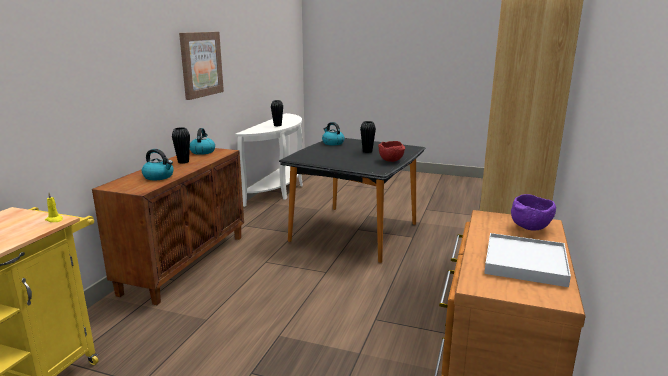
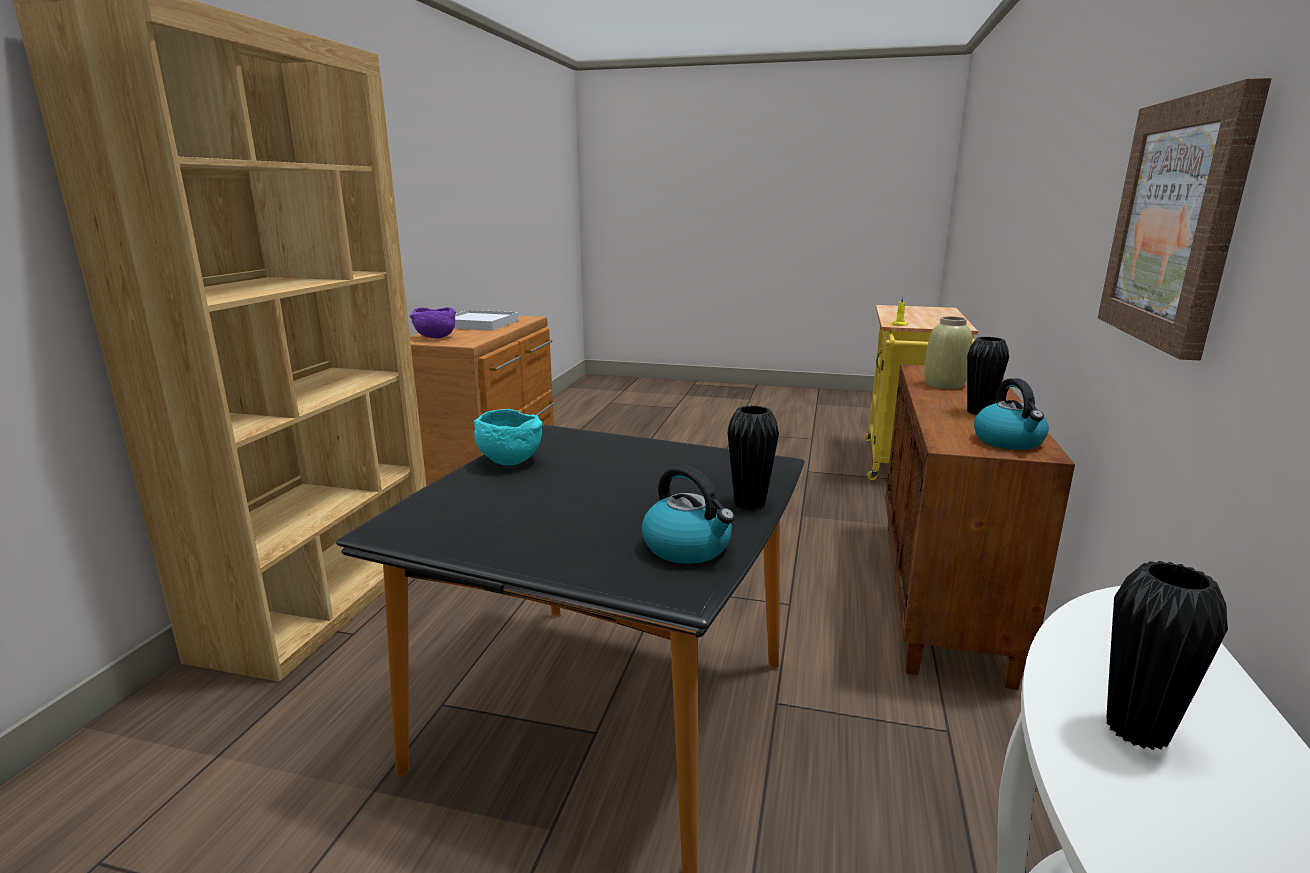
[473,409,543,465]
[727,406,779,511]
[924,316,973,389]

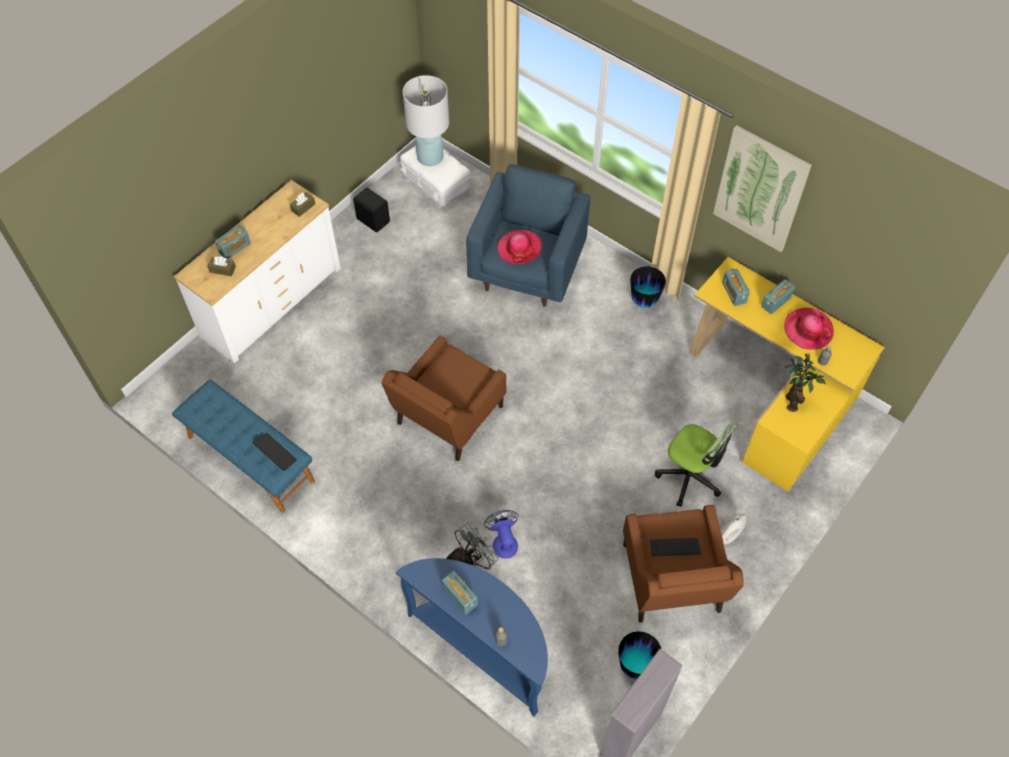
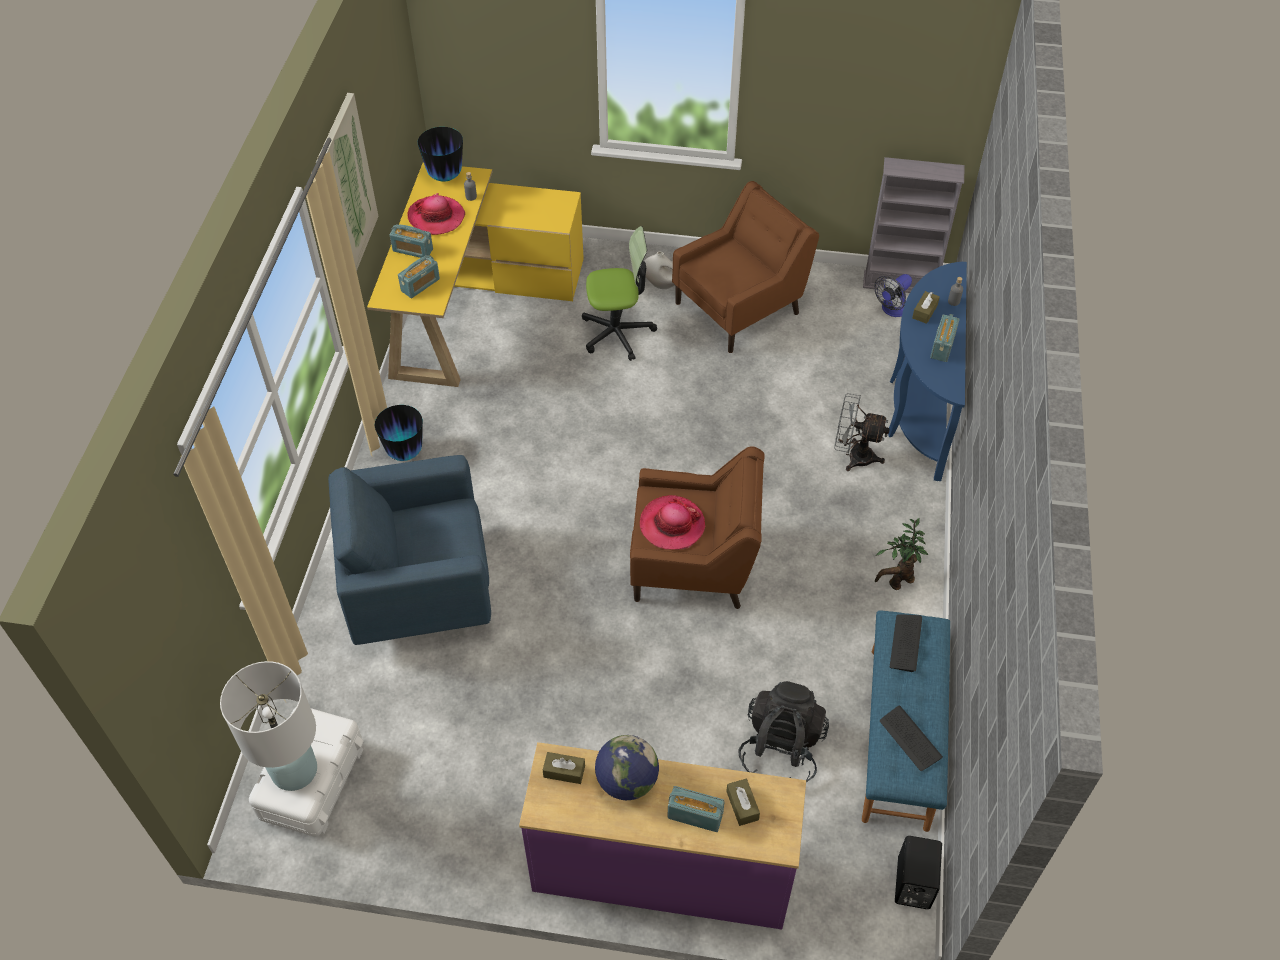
[418,127,463,182]
[519,742,806,930]
[582,226,657,361]
[595,735,659,800]
[640,495,706,550]
[738,681,829,782]
[874,274,912,317]
[875,518,928,590]
[880,706,943,771]
[895,836,942,909]
[912,291,940,324]

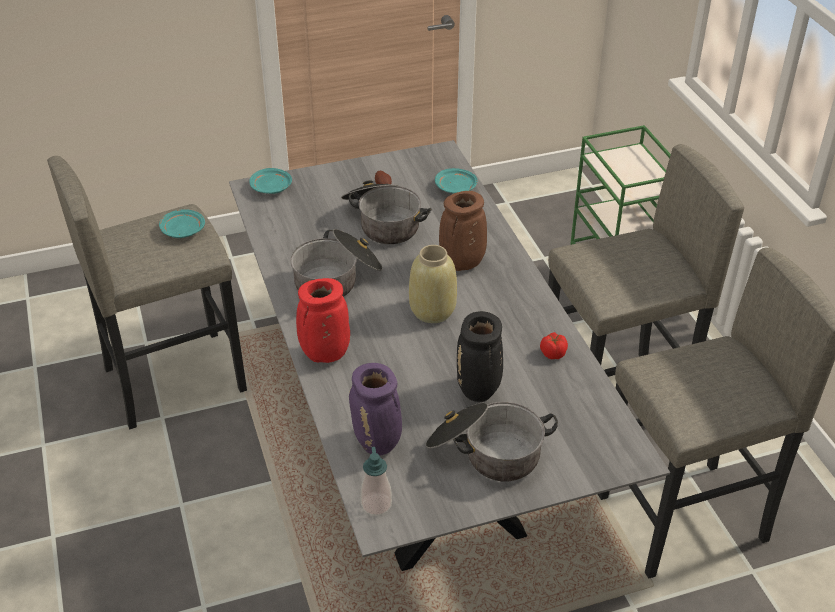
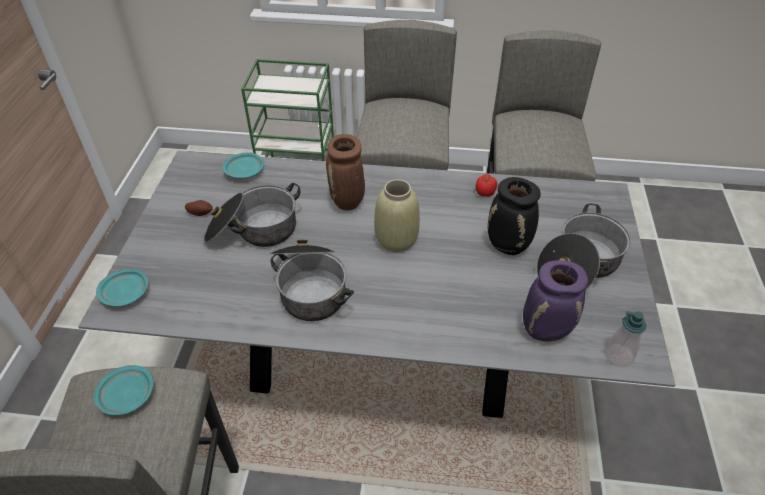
[296,278,350,363] (first image)

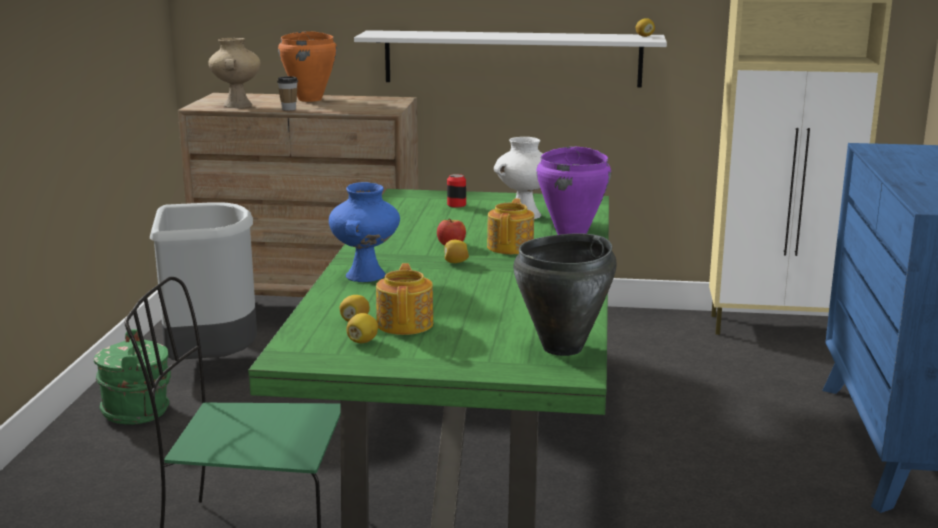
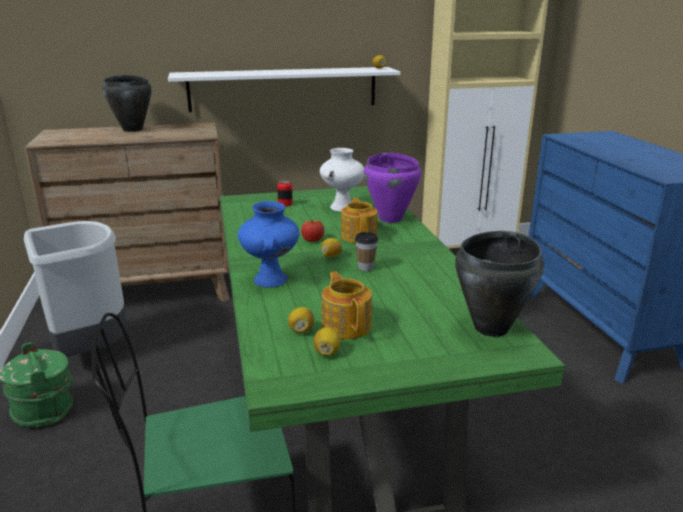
[102,75,152,132]
[355,232,378,271]
[208,38,260,108] (first image)

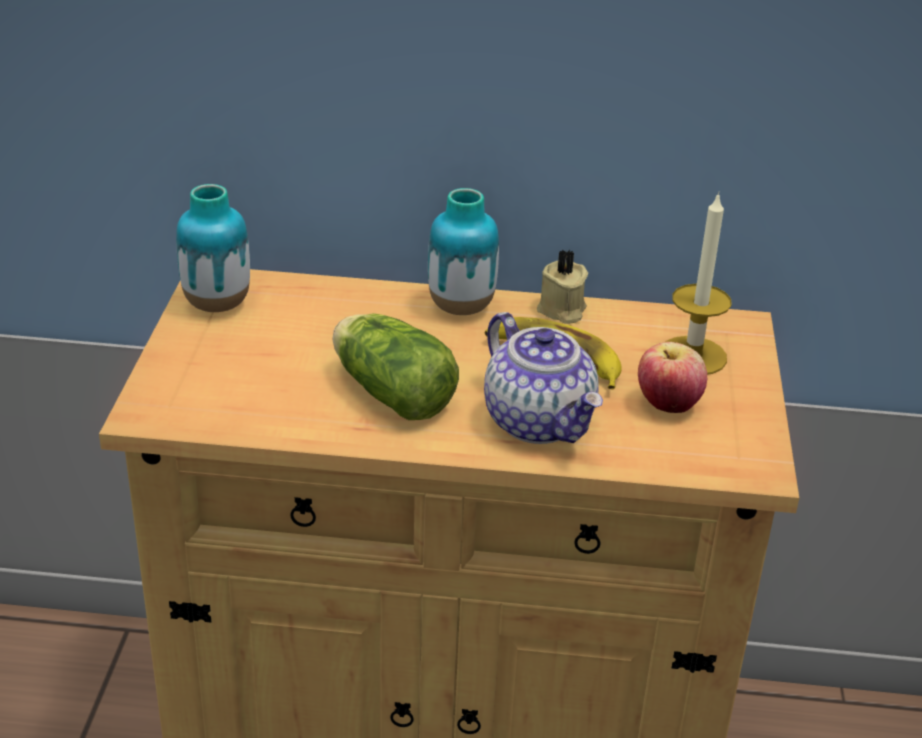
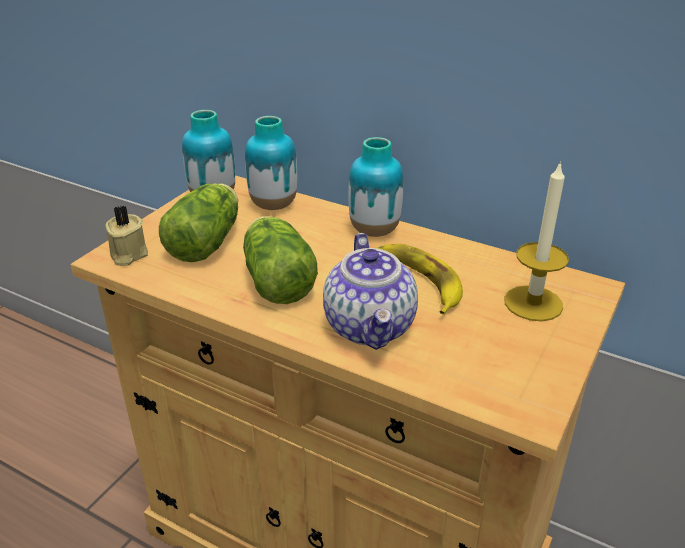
[105,205,148,266]
[159,183,238,262]
[245,116,297,210]
[638,342,707,413] (first image)

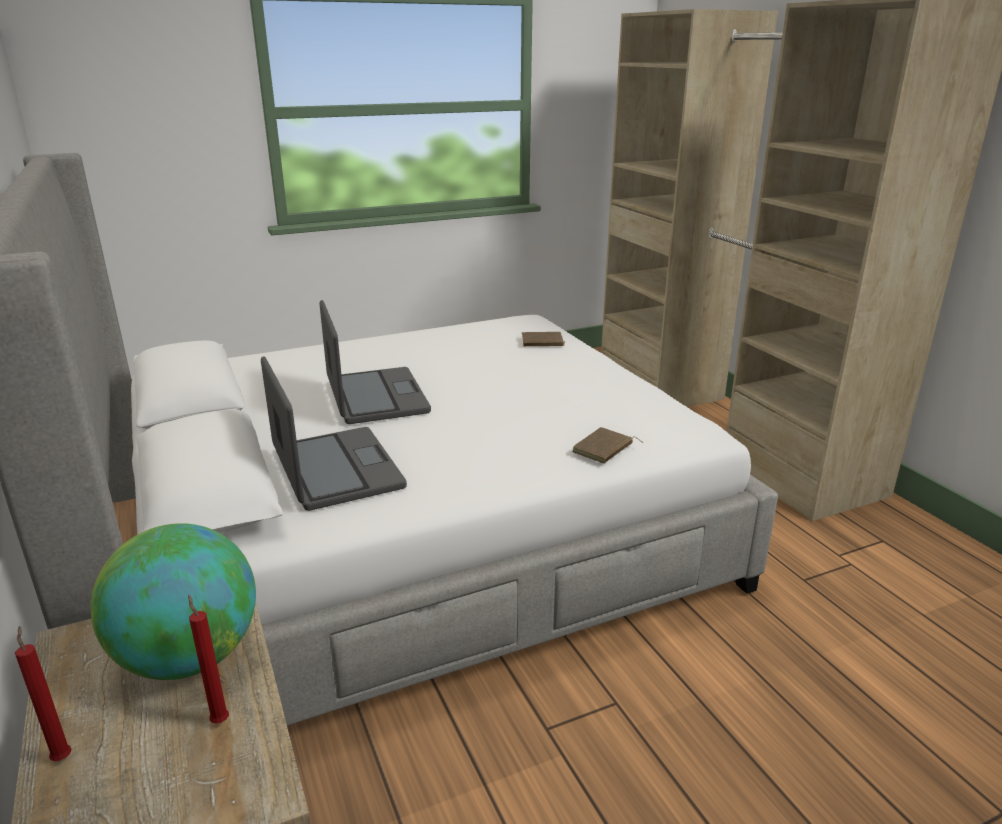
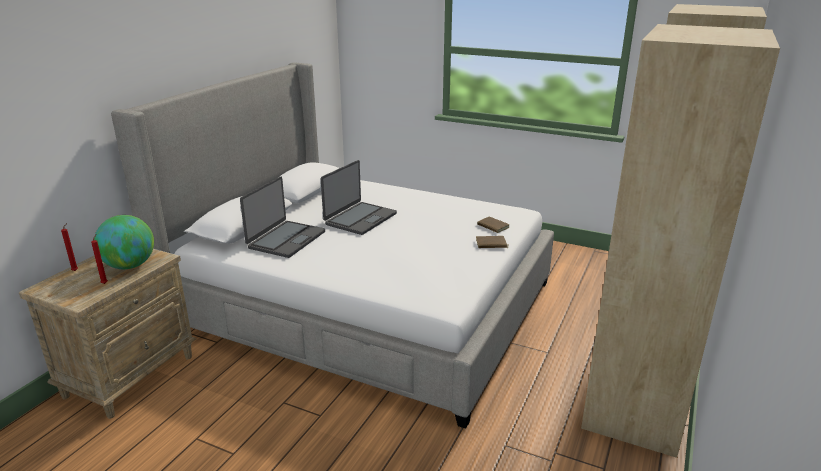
[476,236,507,248]

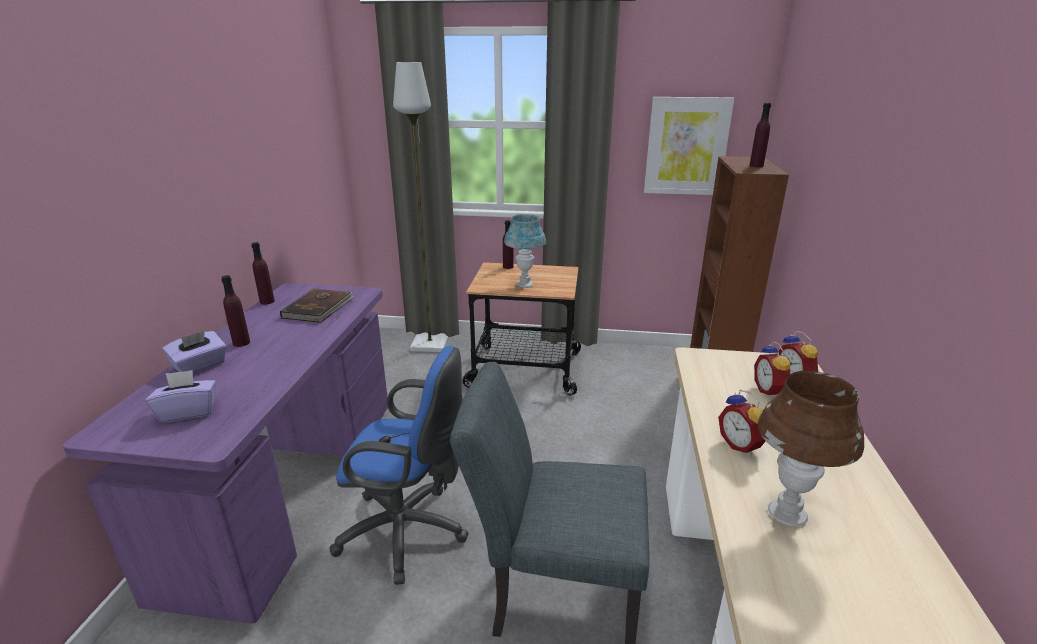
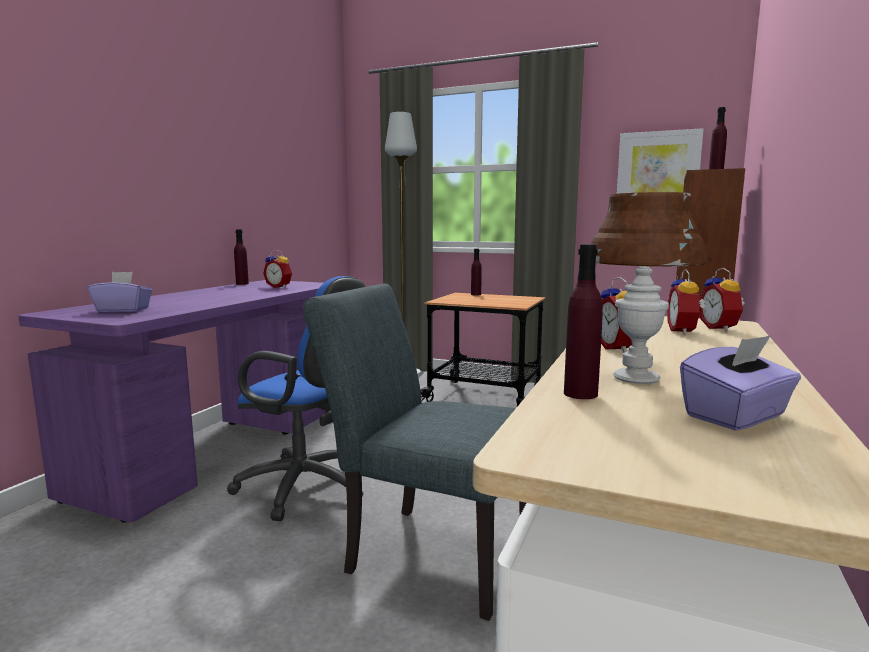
[263,249,292,288]
[564,244,603,399]
[680,335,801,431]
[504,214,546,288] (first image)

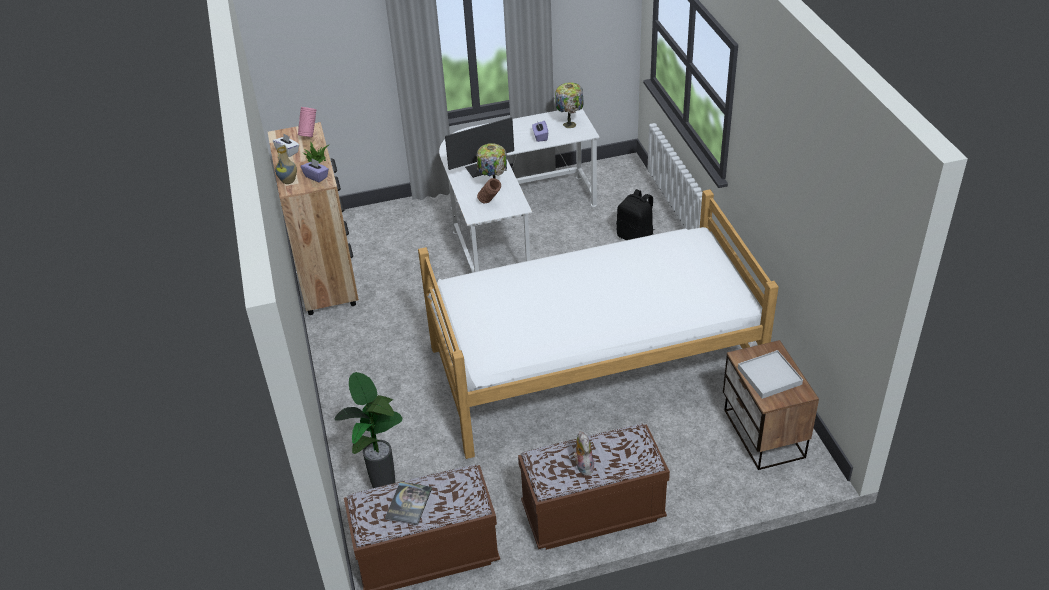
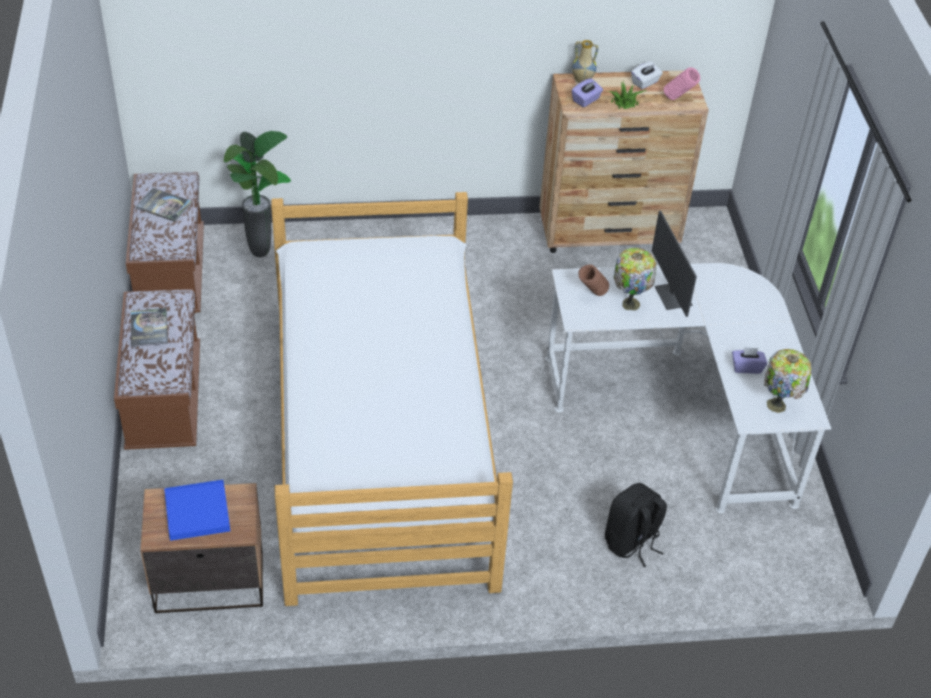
[131,308,168,347]
[164,480,230,541]

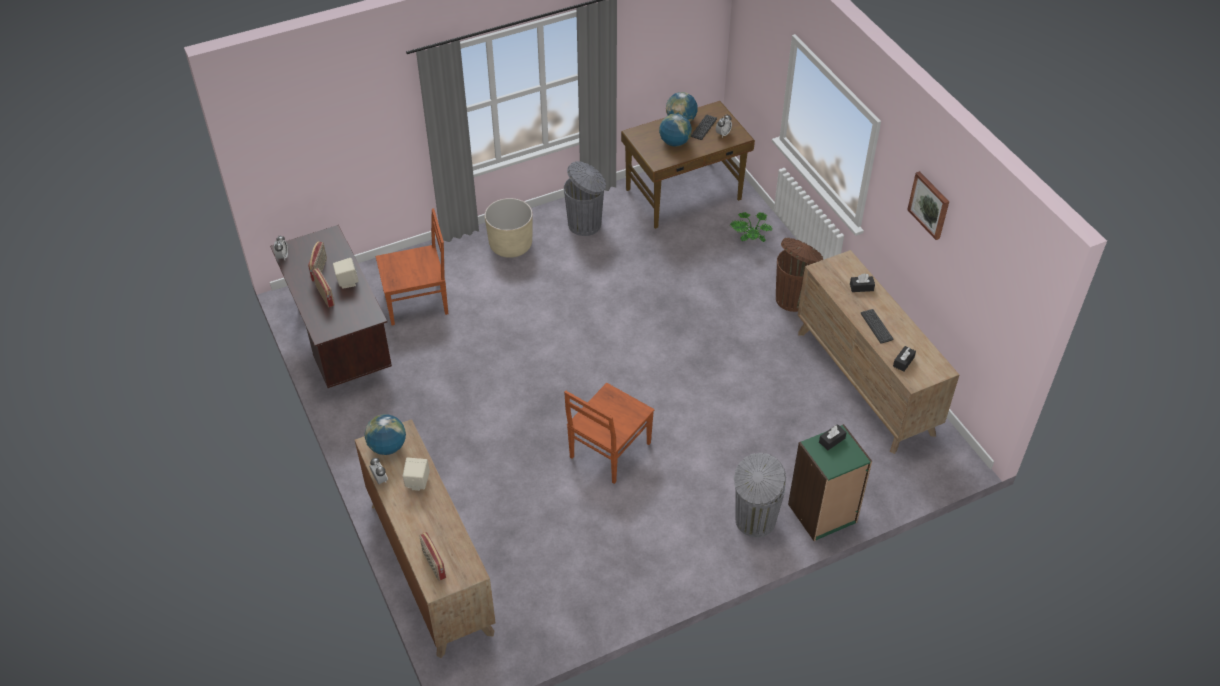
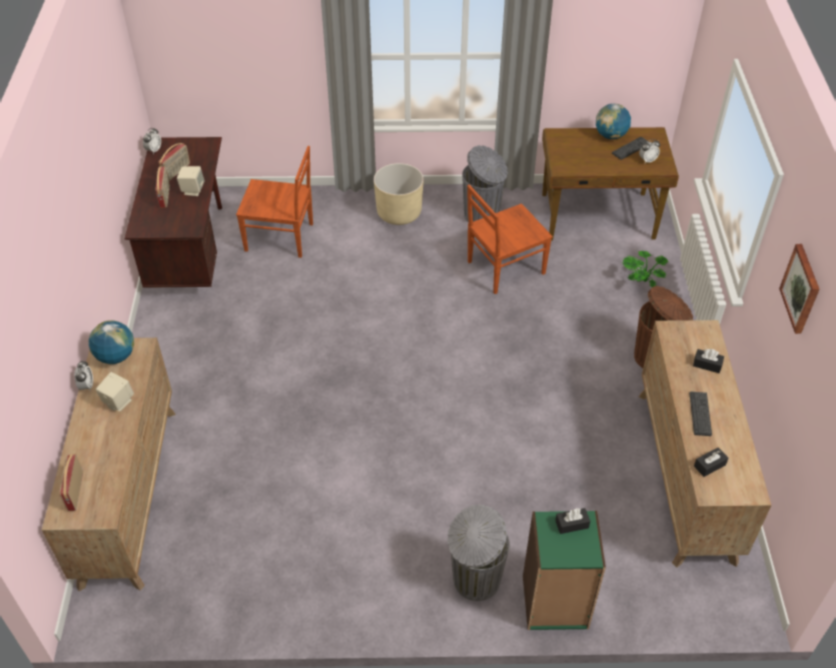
[467,185,553,294]
[659,114,692,147] (first image)

